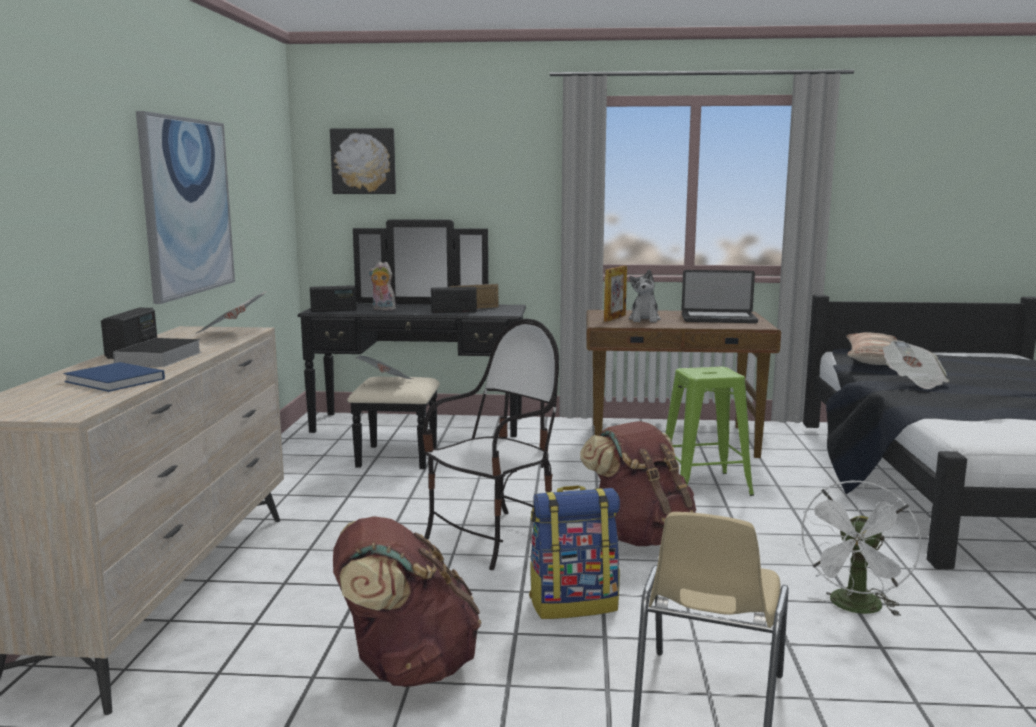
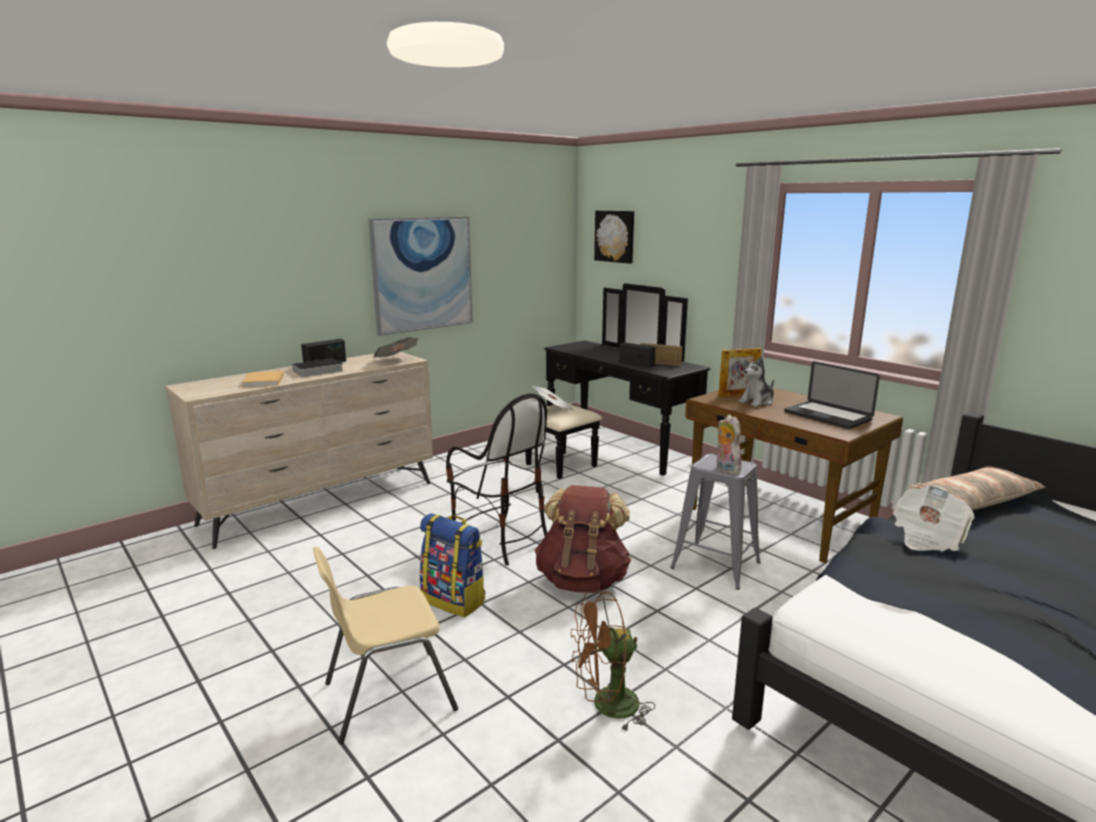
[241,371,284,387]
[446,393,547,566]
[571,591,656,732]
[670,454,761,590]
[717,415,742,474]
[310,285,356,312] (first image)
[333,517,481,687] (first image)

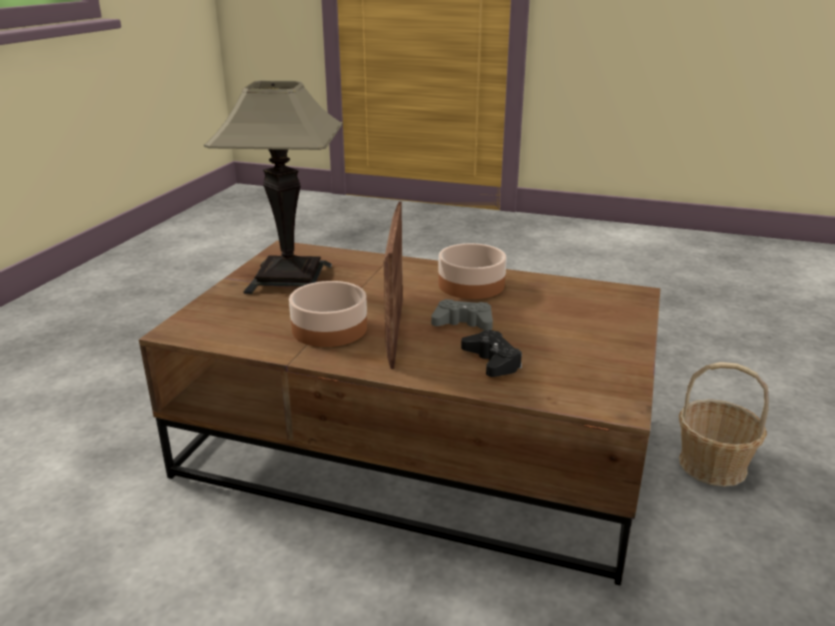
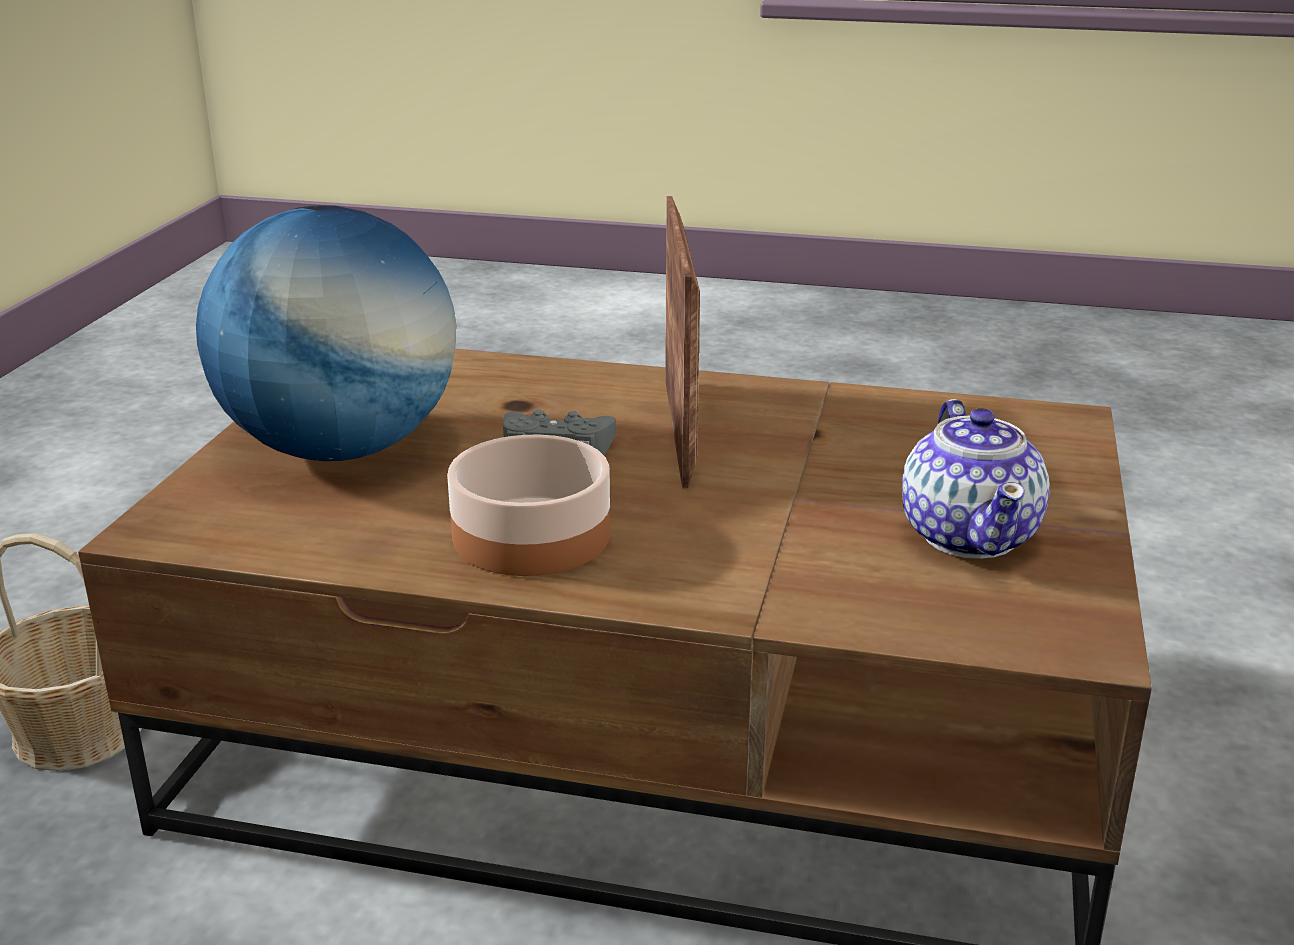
[196,205,456,461]
[902,399,1050,559]
[289,281,367,347] (first image)
[461,330,522,377] (first image)

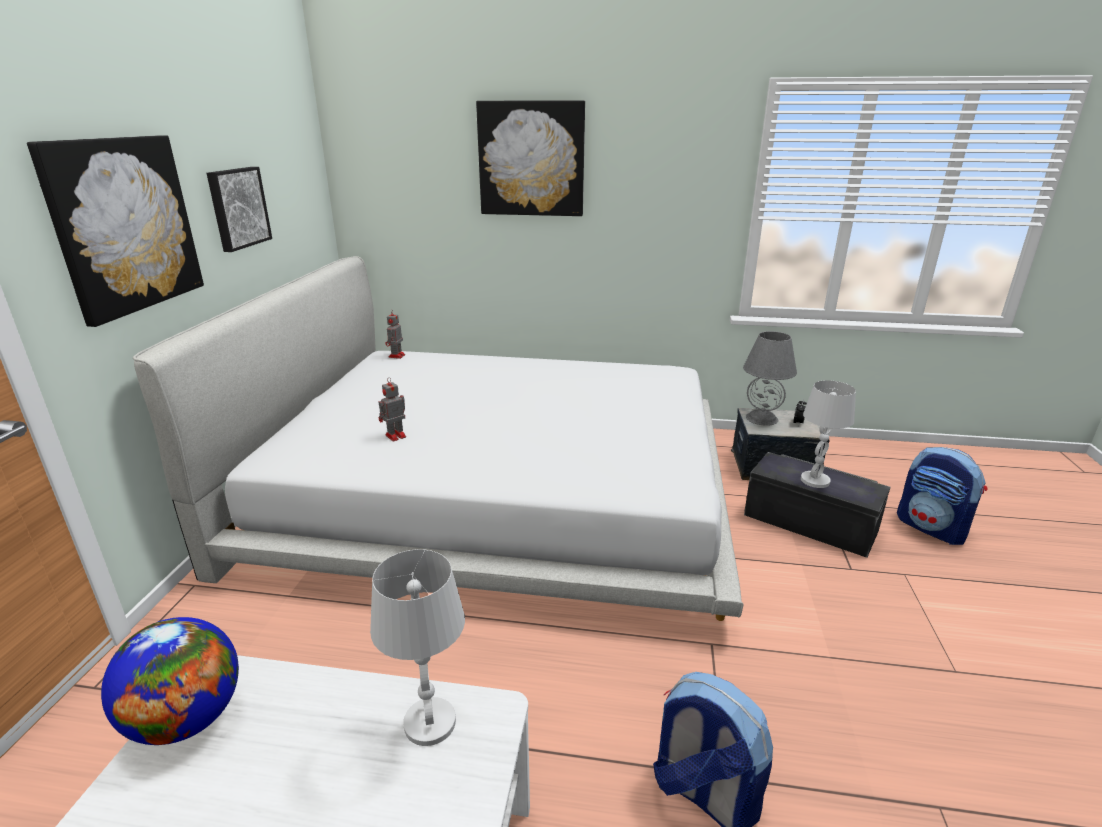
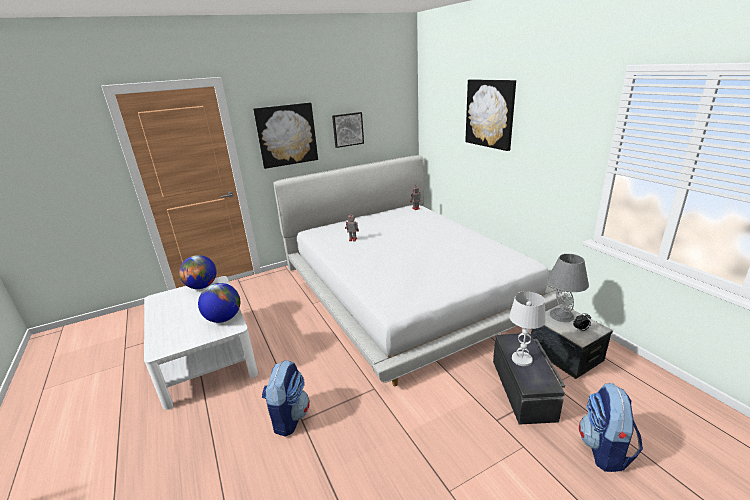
[198,283,240,323]

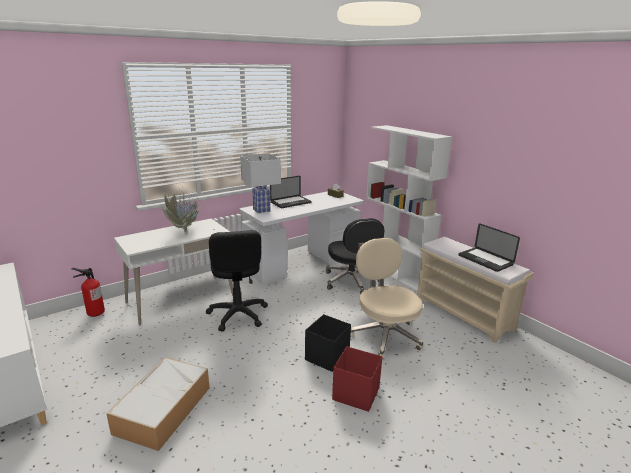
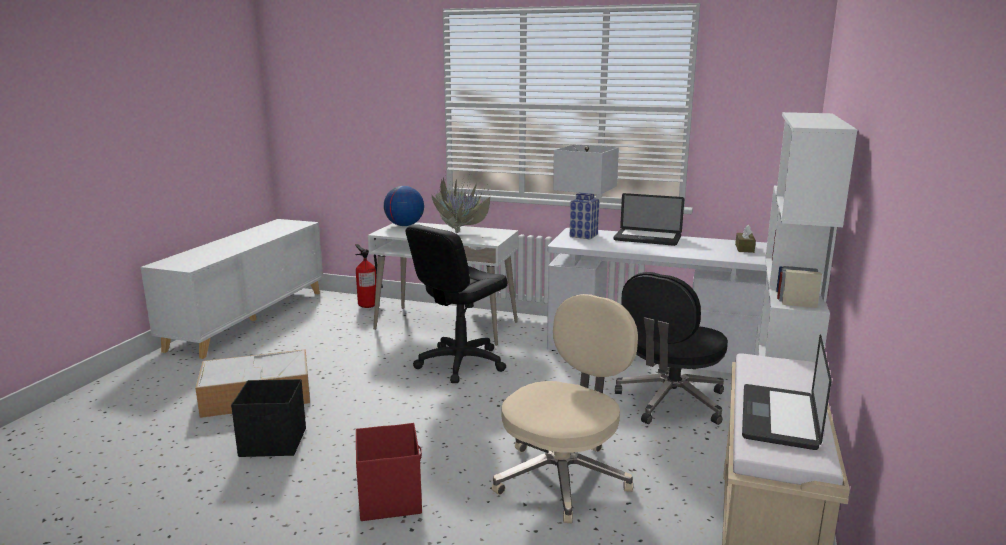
[231,379,306,457]
[384,186,424,226]

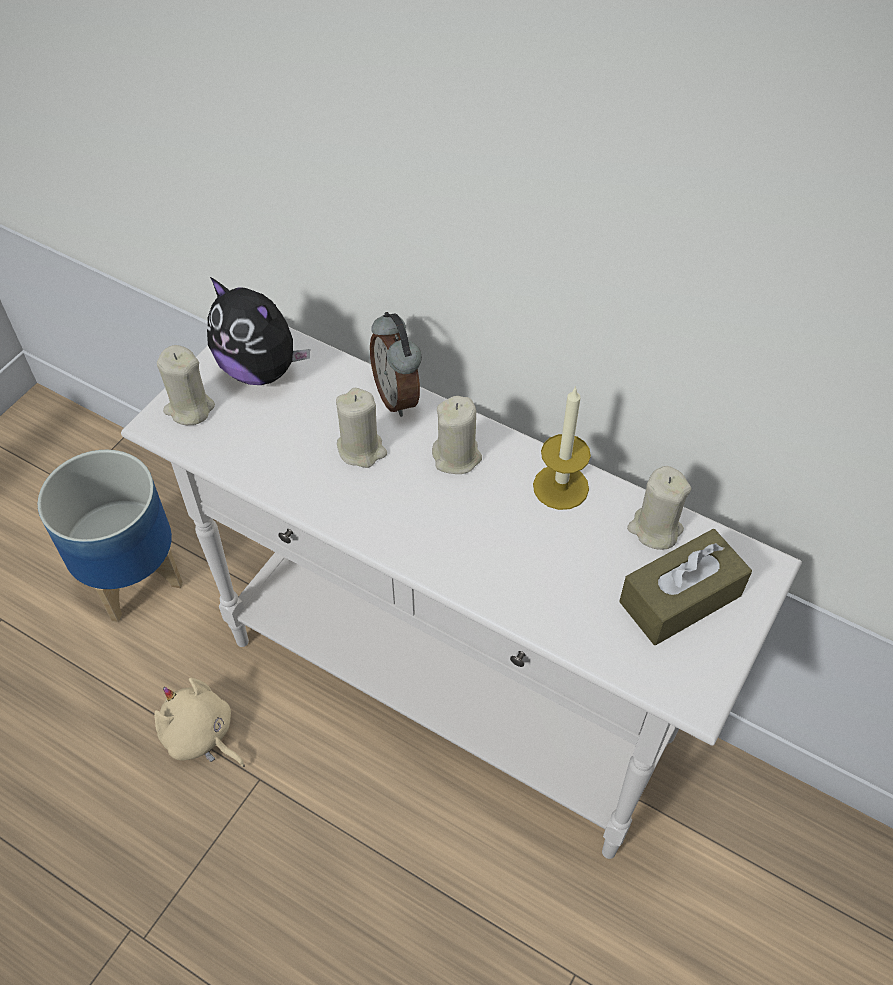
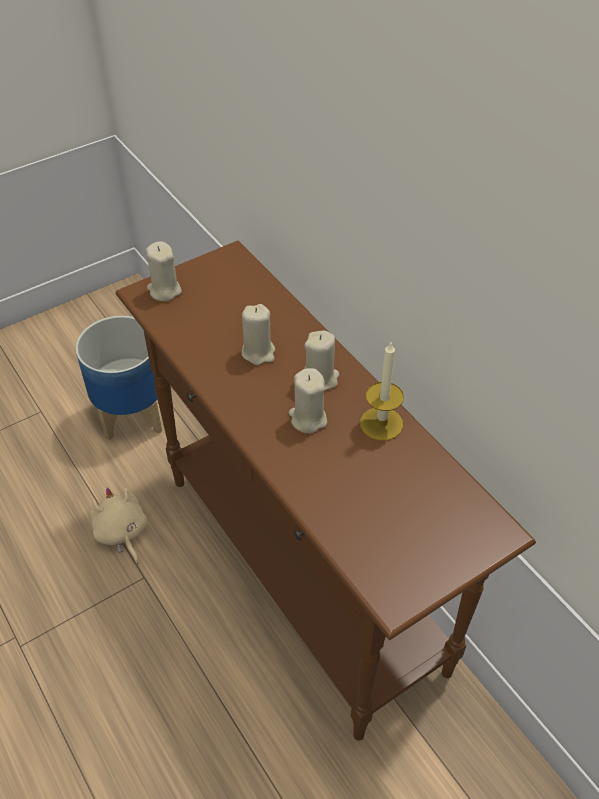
[115,241,536,741]
[289,368,327,433]
[207,277,310,385] (first image)
[370,312,422,417] (first image)
[619,529,752,645] (first image)

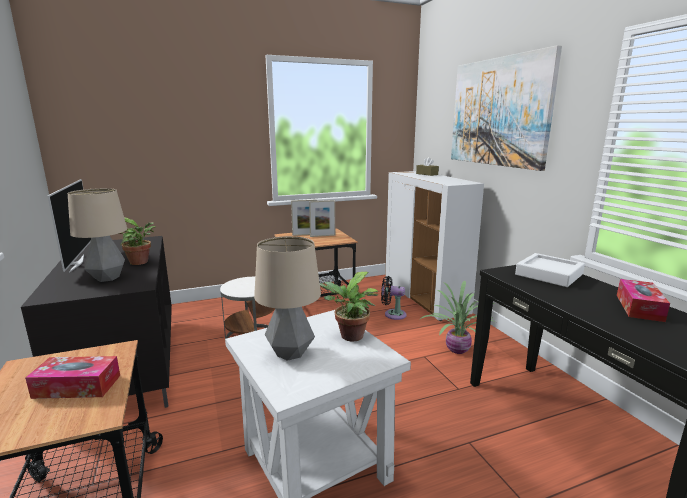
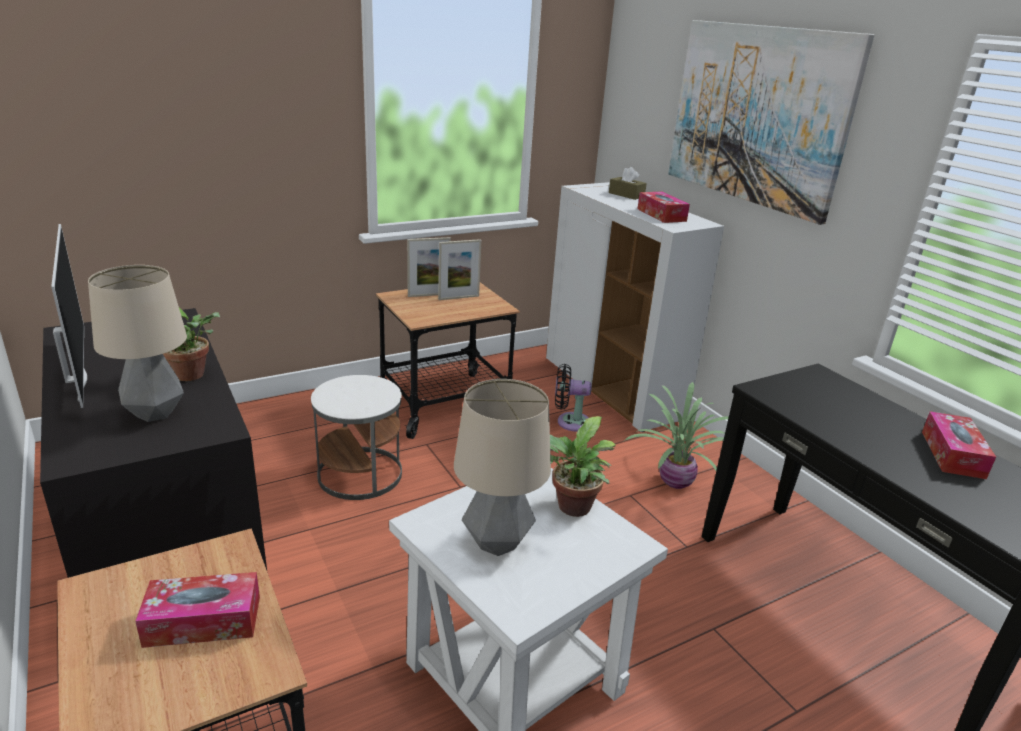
[638,192,690,223]
[515,253,585,287] (first image)

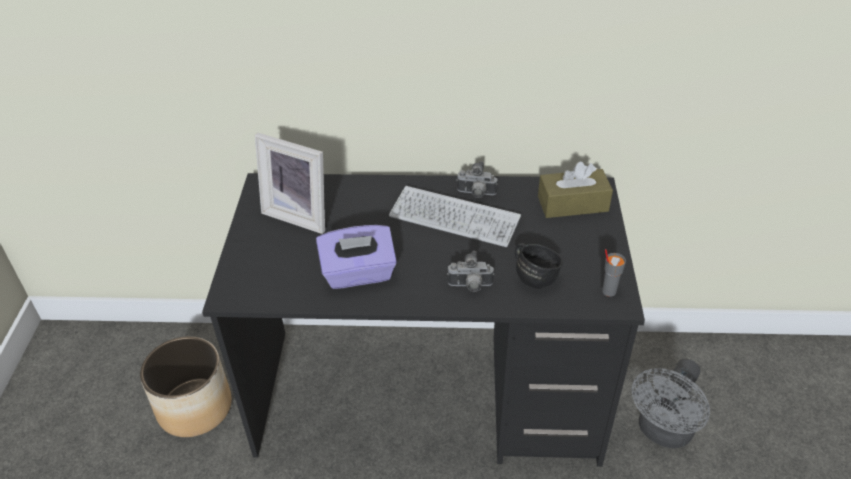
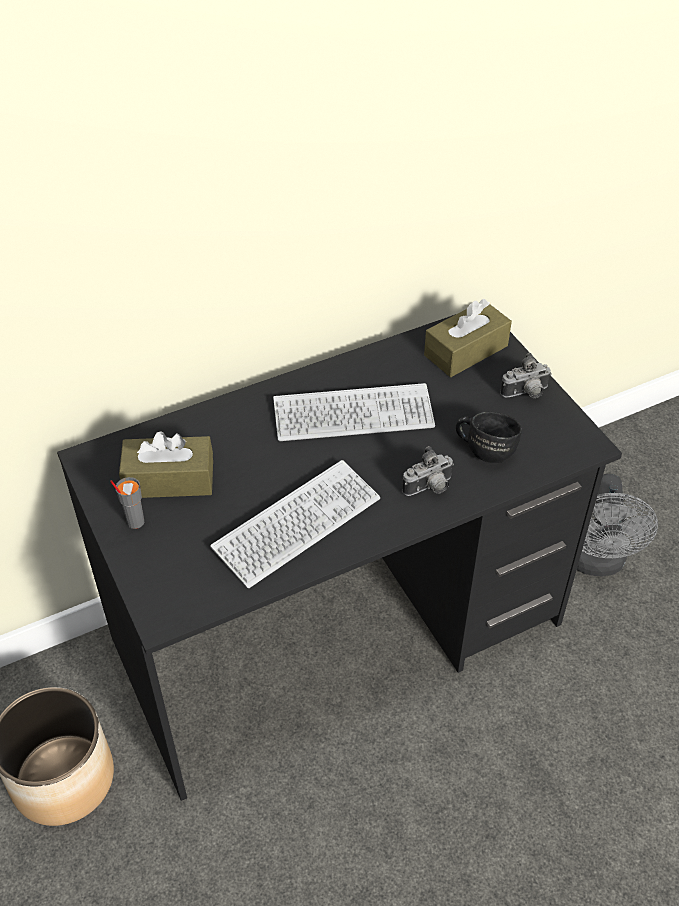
[110,477,144,529]
[119,431,213,498]
[210,460,380,588]
[500,353,552,398]

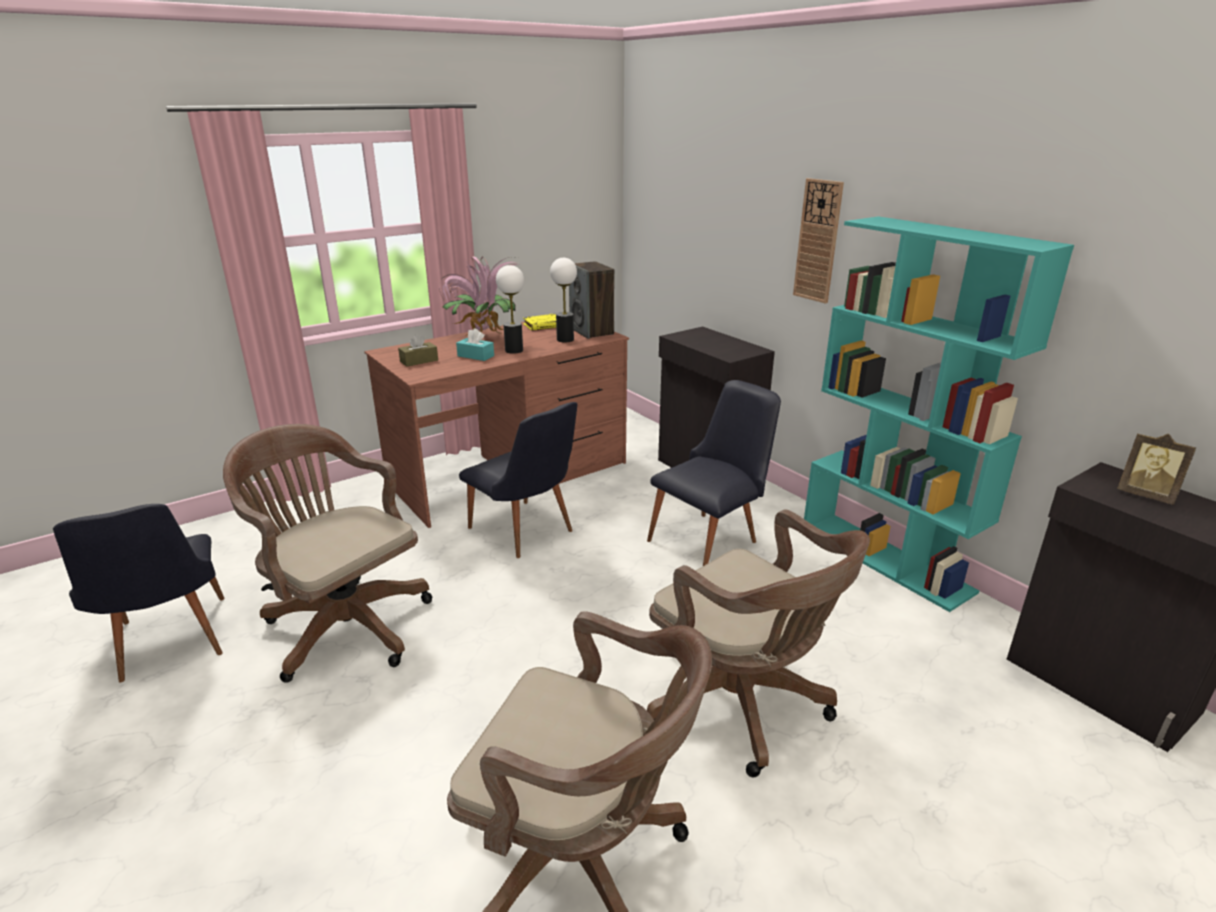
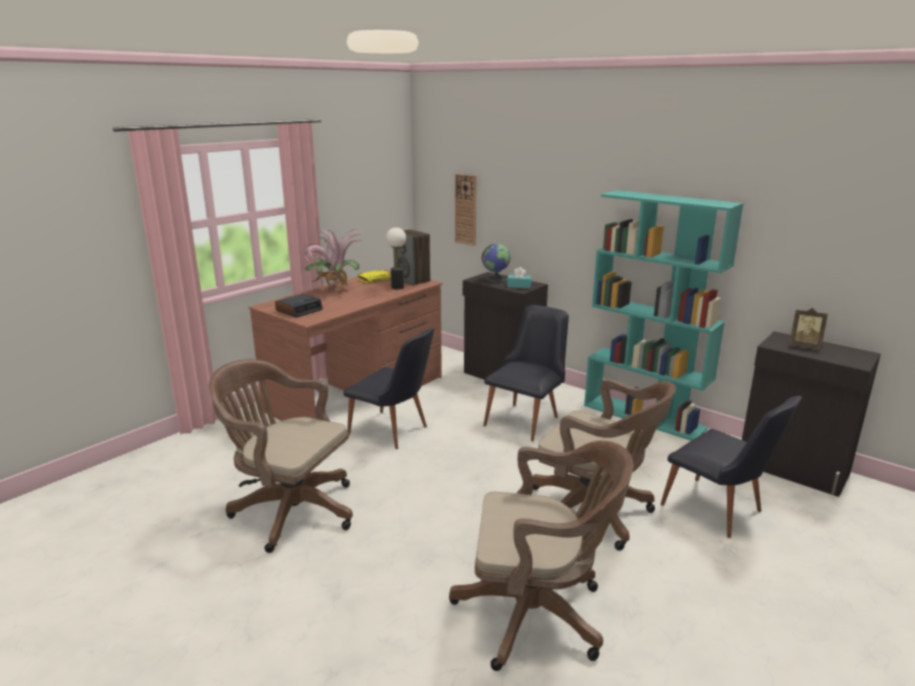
[275,294,323,318]
[455,174,477,246]
[482,244,510,283]
[507,267,532,289]
[660,396,802,538]
[496,265,524,354] (first image)

